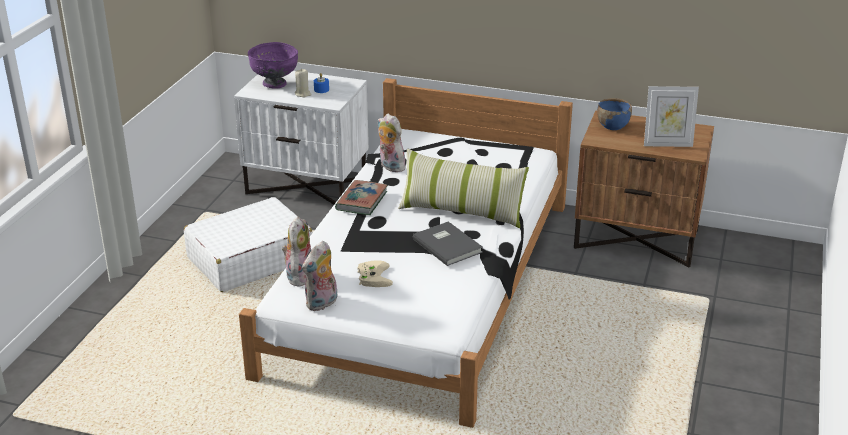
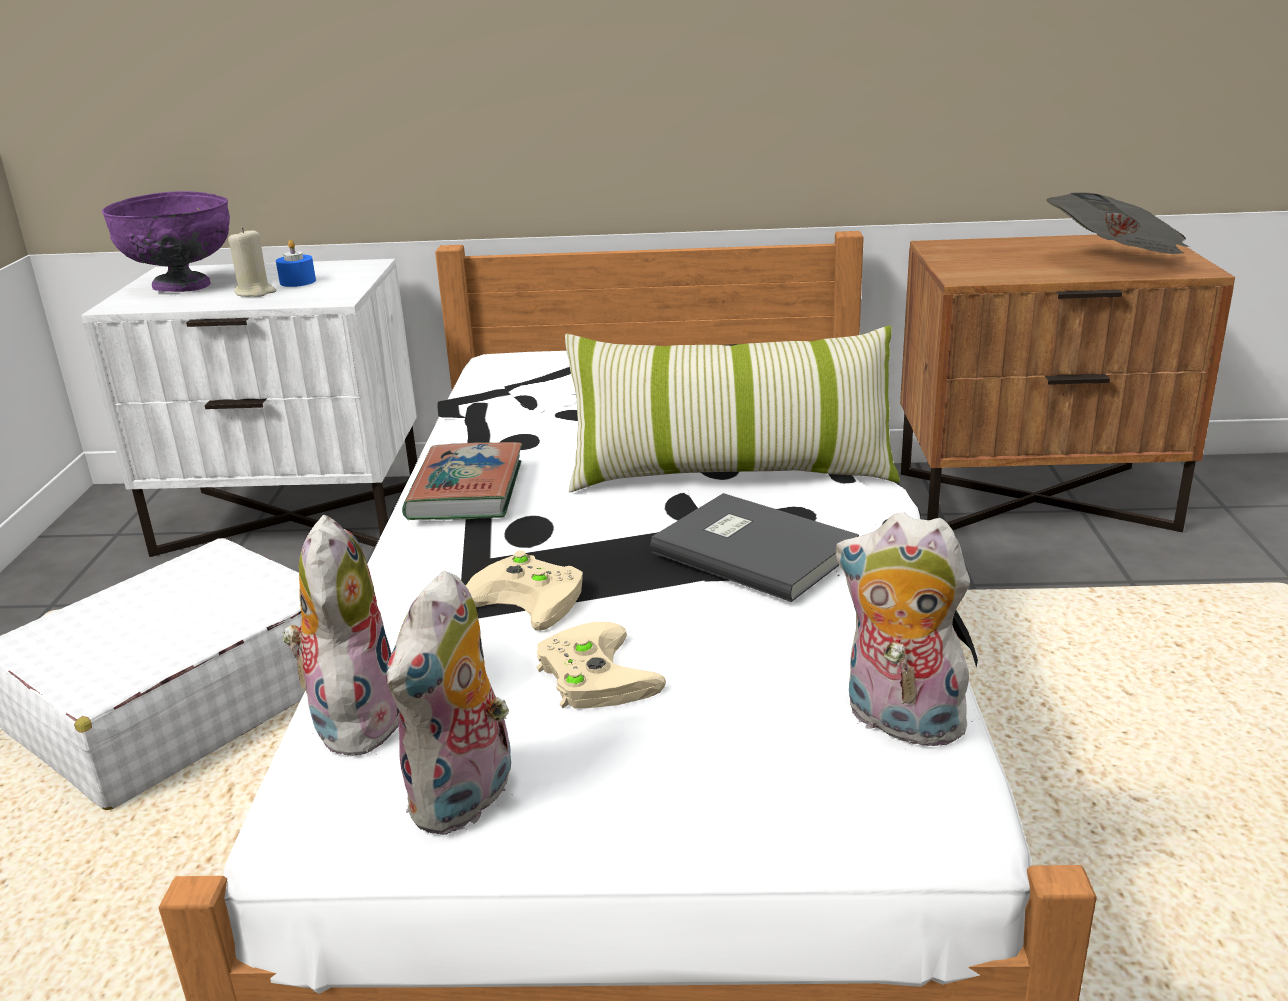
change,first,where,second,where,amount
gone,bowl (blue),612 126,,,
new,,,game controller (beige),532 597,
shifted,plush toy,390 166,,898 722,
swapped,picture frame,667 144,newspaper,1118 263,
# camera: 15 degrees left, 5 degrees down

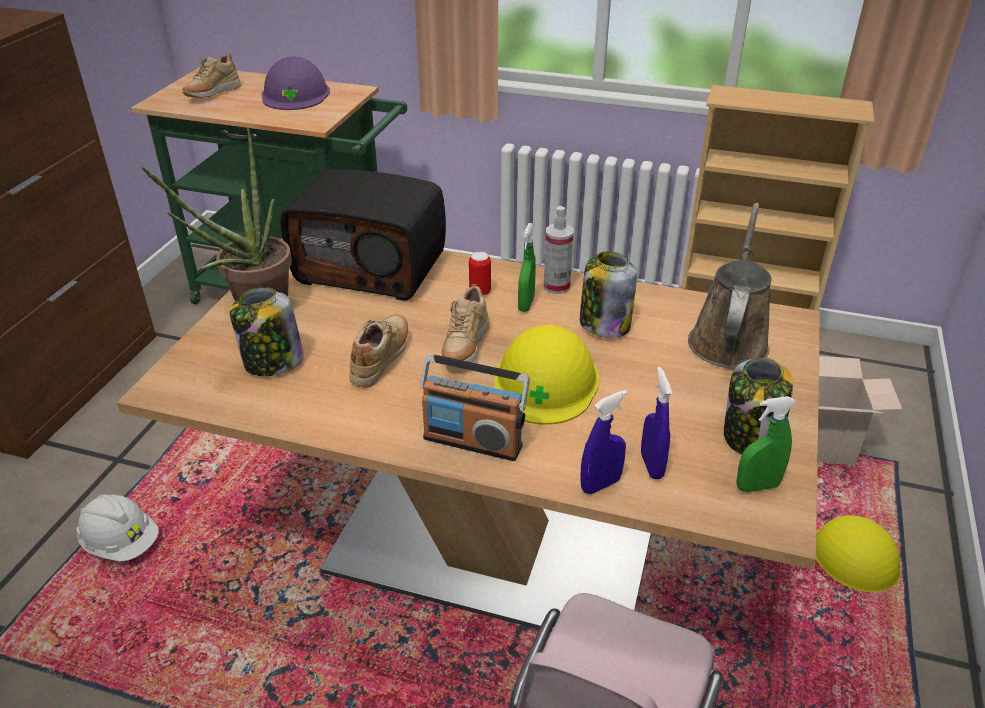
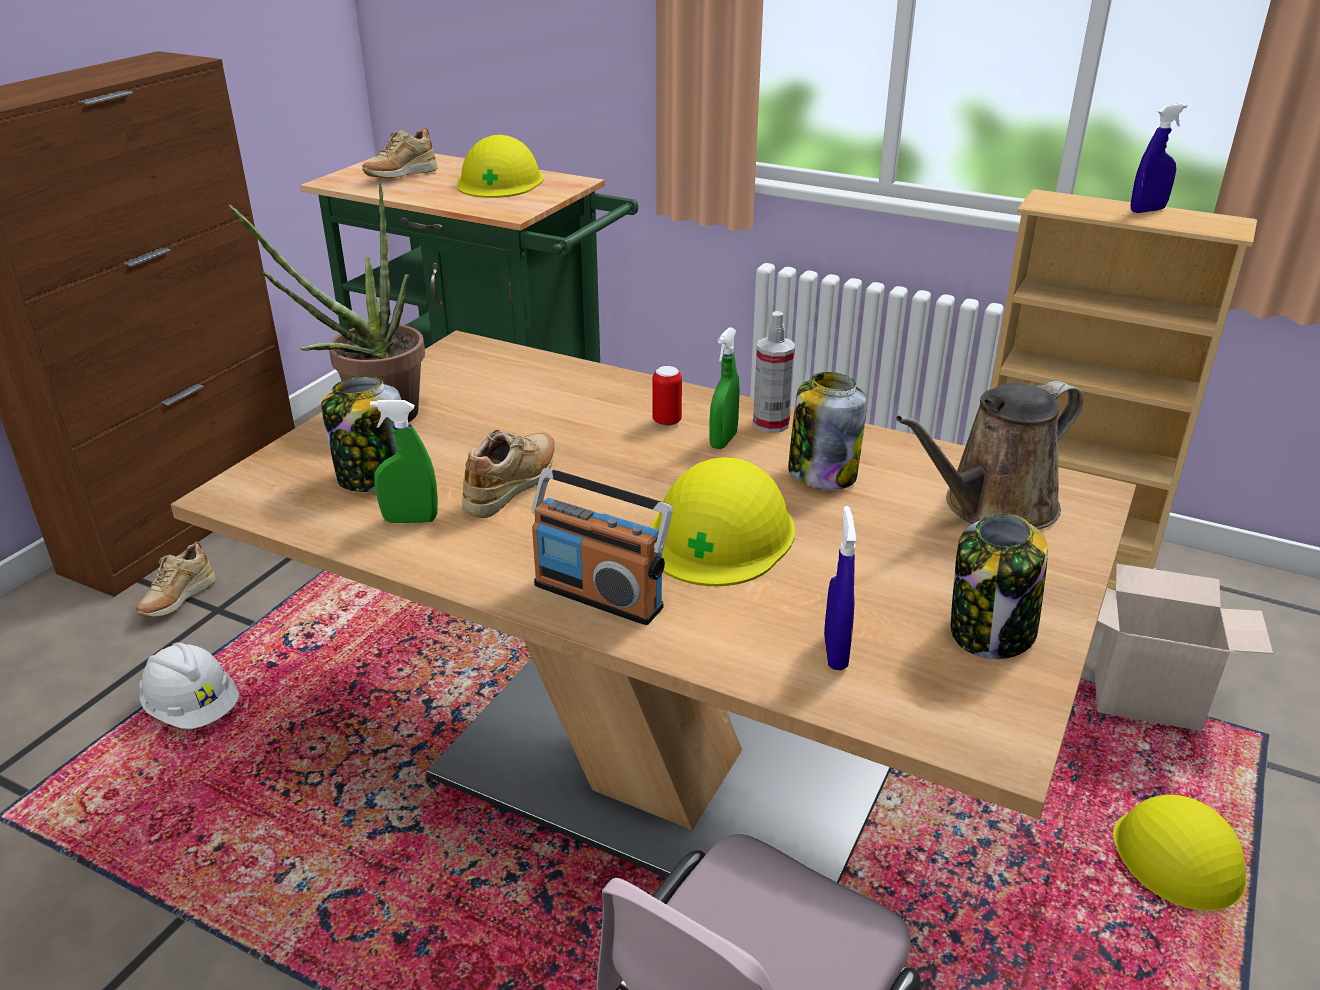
change,first,where,second,where,amount
gone,radio,372 267,,,
shifted,shoe (beige),465 349,,177 601,
shifted,spray bottle (blue),600 484,,1147 210,
shifted,spray bottle (green),757 486,,410 520,
repainted,hard hat (purple),295 94,hard hat (yellow),500 181,
rotated,watering can (brown),729 339,,992 507,150 degrees counterclockwise
# camera: 10 degrees right, 5 degrees down

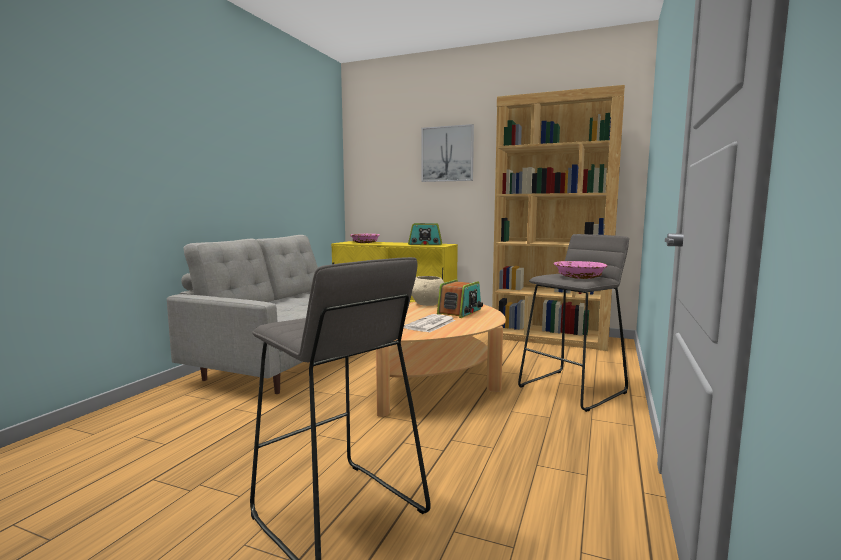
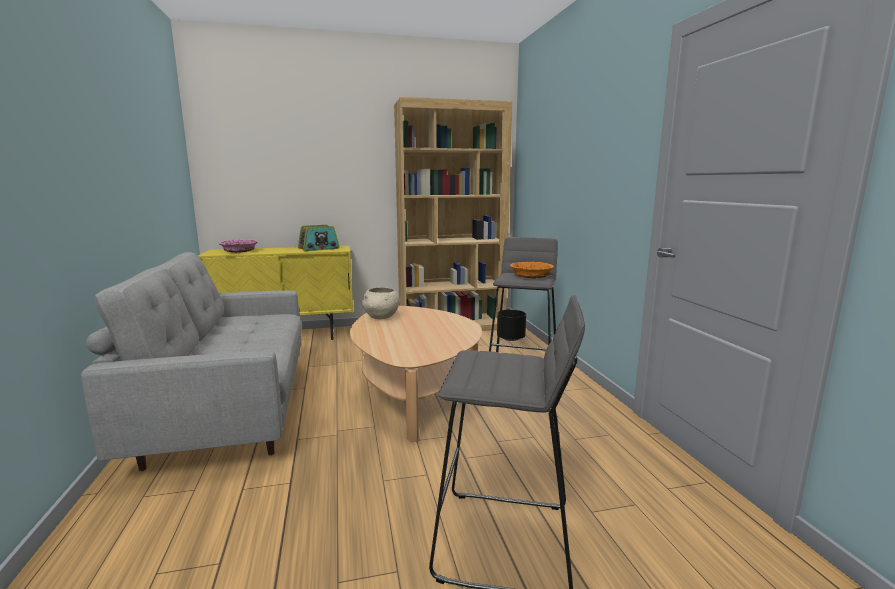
change,first,where,second,where,amount
gone,newspaper,430 324,,,
gone,picture,447 154,,,
gone,radio,460 312,,,
new,,,planter (black),511 339,
repainted,bowl (pink),579 277,bowl (orange),531 276,
# camera: 35 degrees left, 5 degrees up

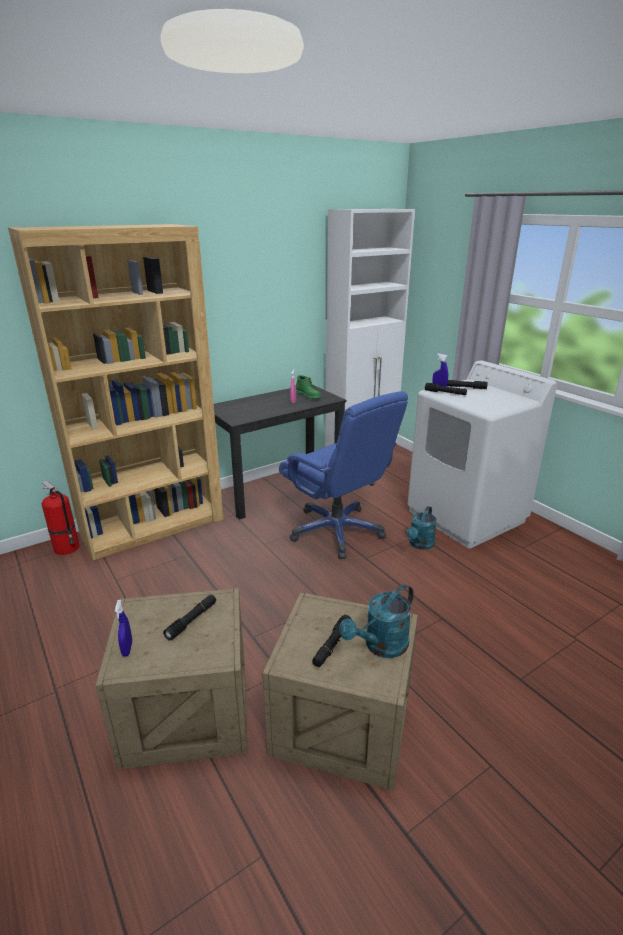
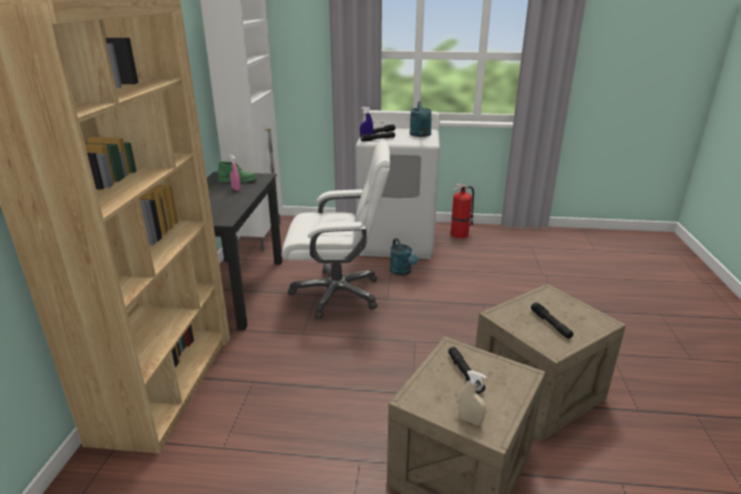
change,first,where,second,where,amount
shifted,fire extinguisher,67 548,,460 234,
shifted,watering can (turquoise),381 646,,421 135,
repainted,spray bottle (blue),127 649,spray bottle (beige),470 420,
repainted,office chair (blue),337 531,office chair (white),338 293,
# camera: 50 degrees left, 0 degrees up

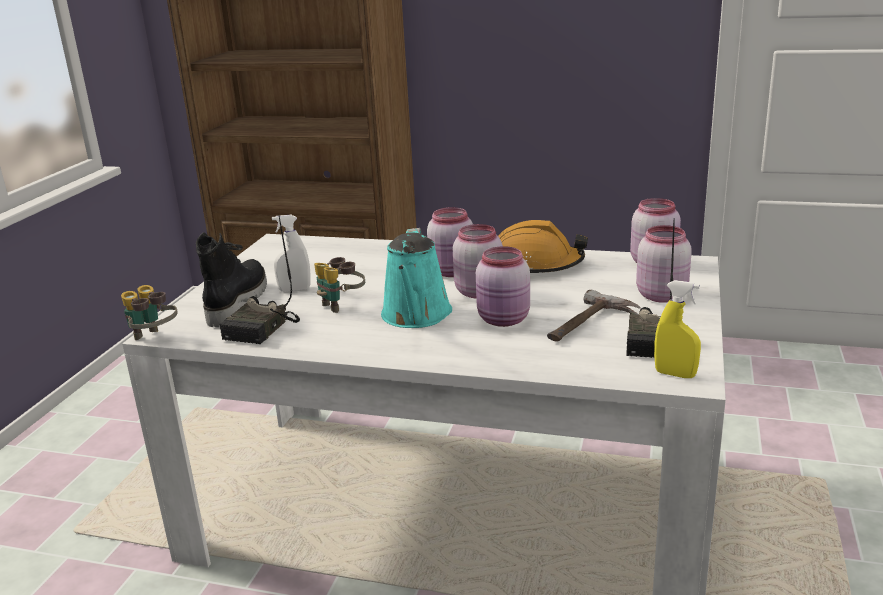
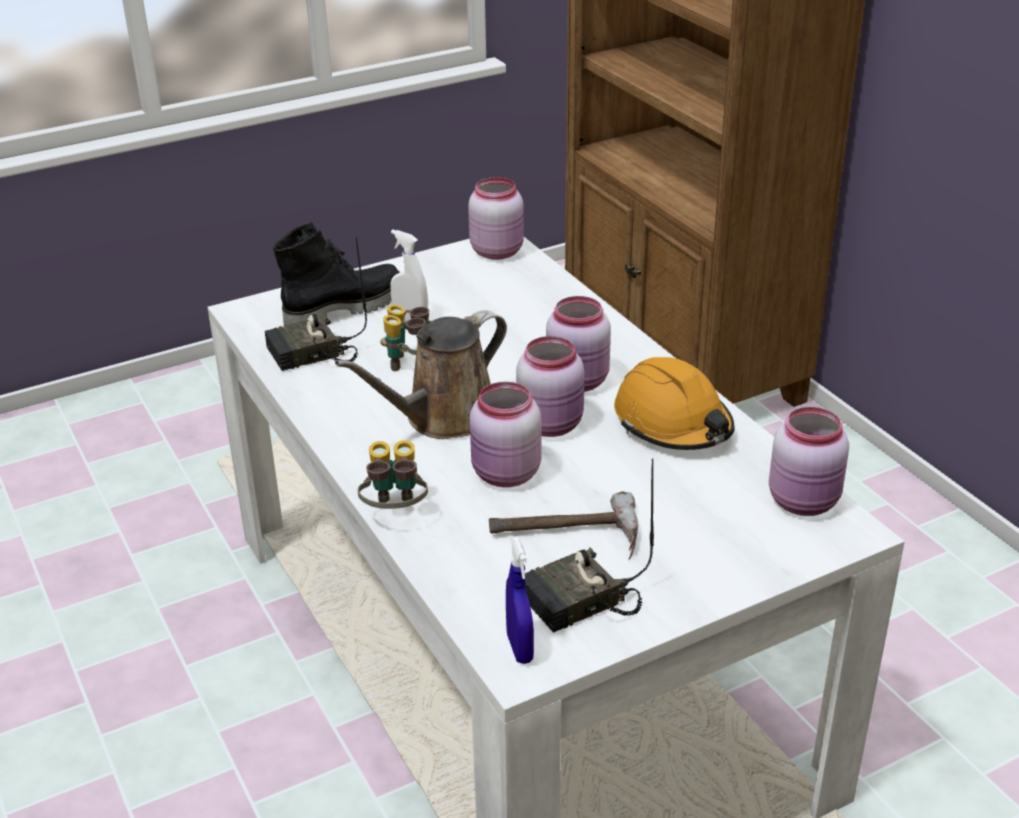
change,first,where,second,where,amount
shifted,binoculars,153 339,,395 512,
shifted,jar (pink),660 295,,497 251,
repainted,watering can (turquoise),416 316,watering can (brown),444 418,
repainted,spray bottle (yellow),675 374,spray bottle (blue),519 648,
# camera: 45 degrees right, 10 degrees up

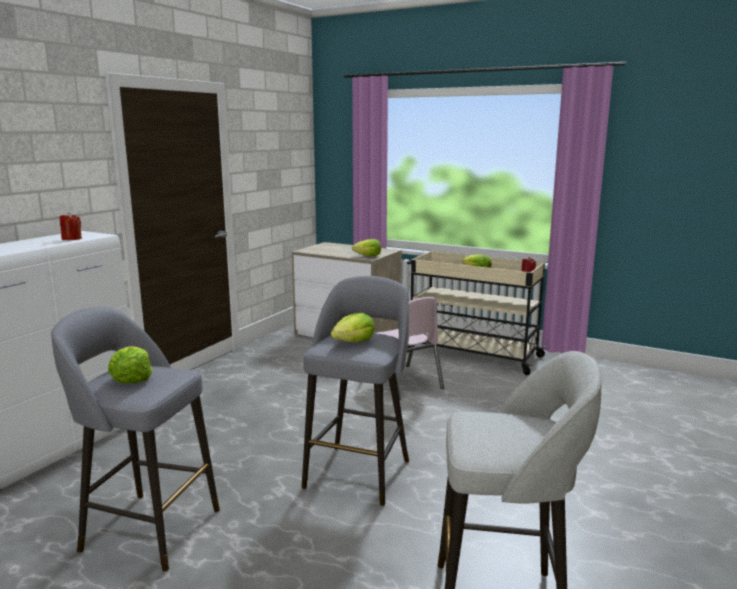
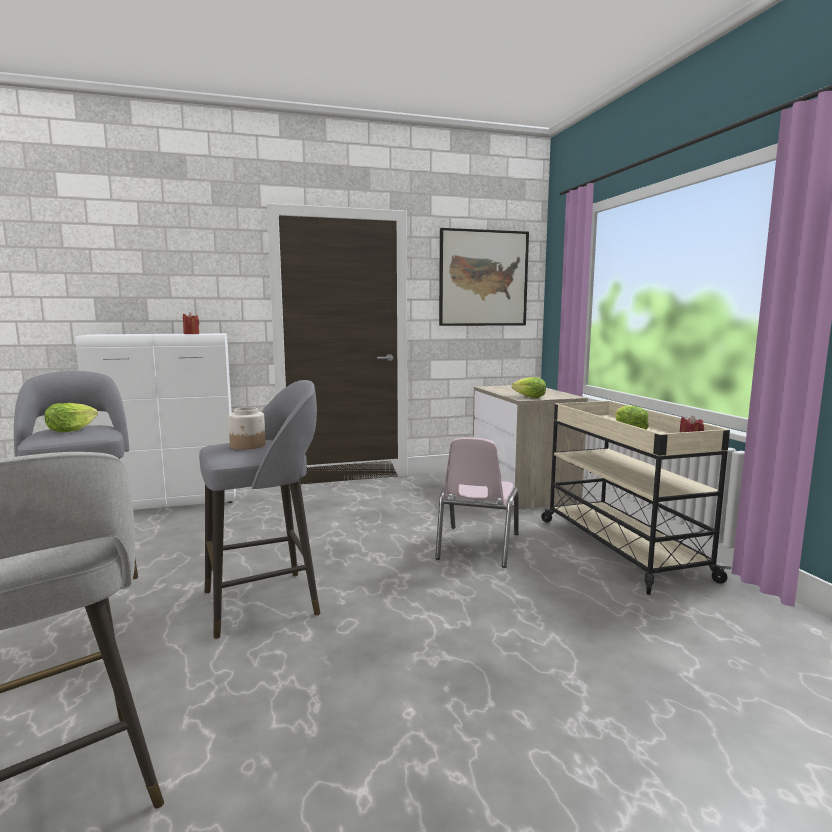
change,first,where,second,where,amount
new,,,picture,483 278,
swapped,lettuce,354 342,jar,248 445,
# camera: 45 degrees right, 5 degrees down

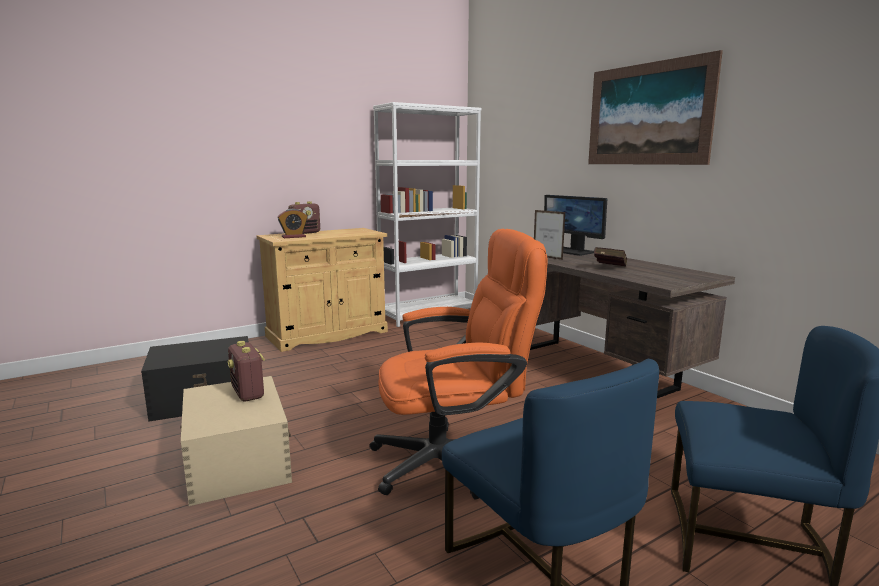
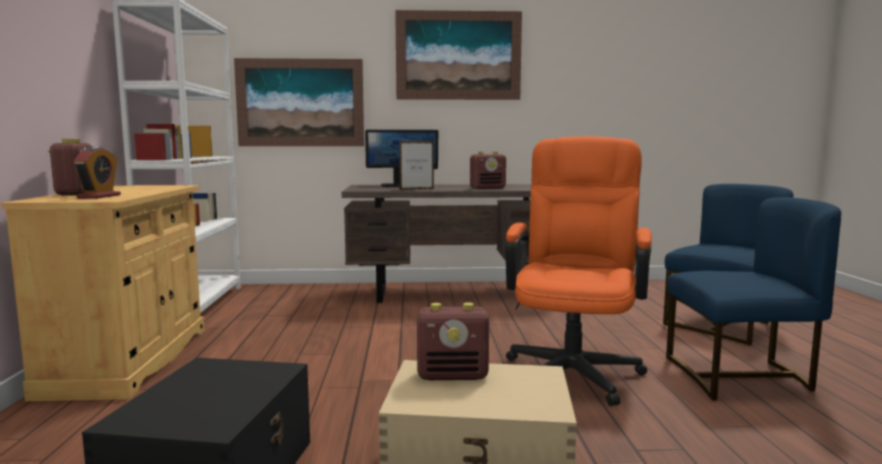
change,first,where,second,where,amount
new,,,picture,300 103,
swapped,book (red),609 268,radio,488 188,
# camera: 60 degrees left, 5 degrees down

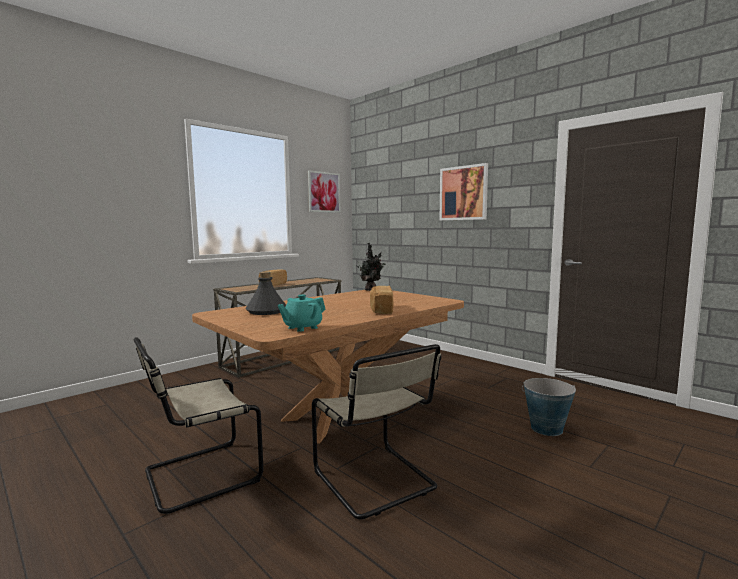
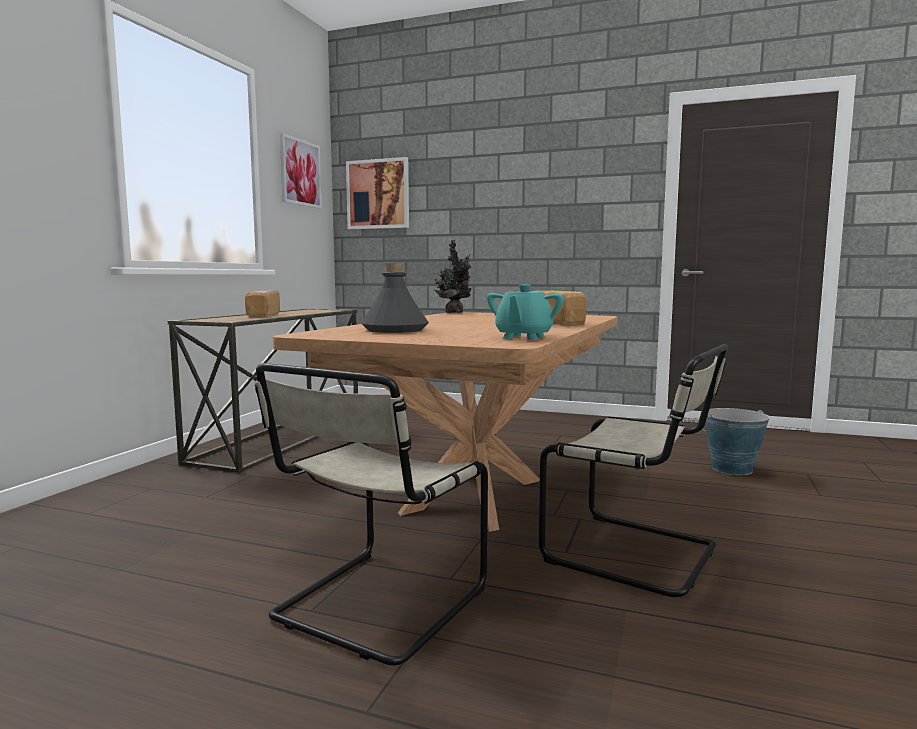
change,first,where,second,where,amount
shifted,picture,463 193,,378 194,
# camera: 25 degrees left, 0 degrees up

